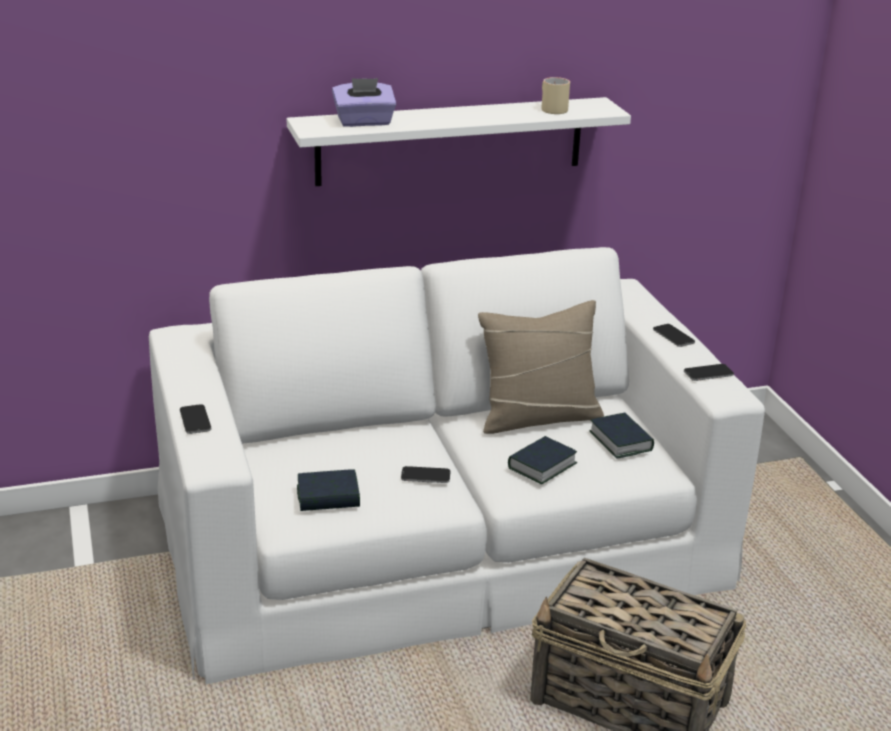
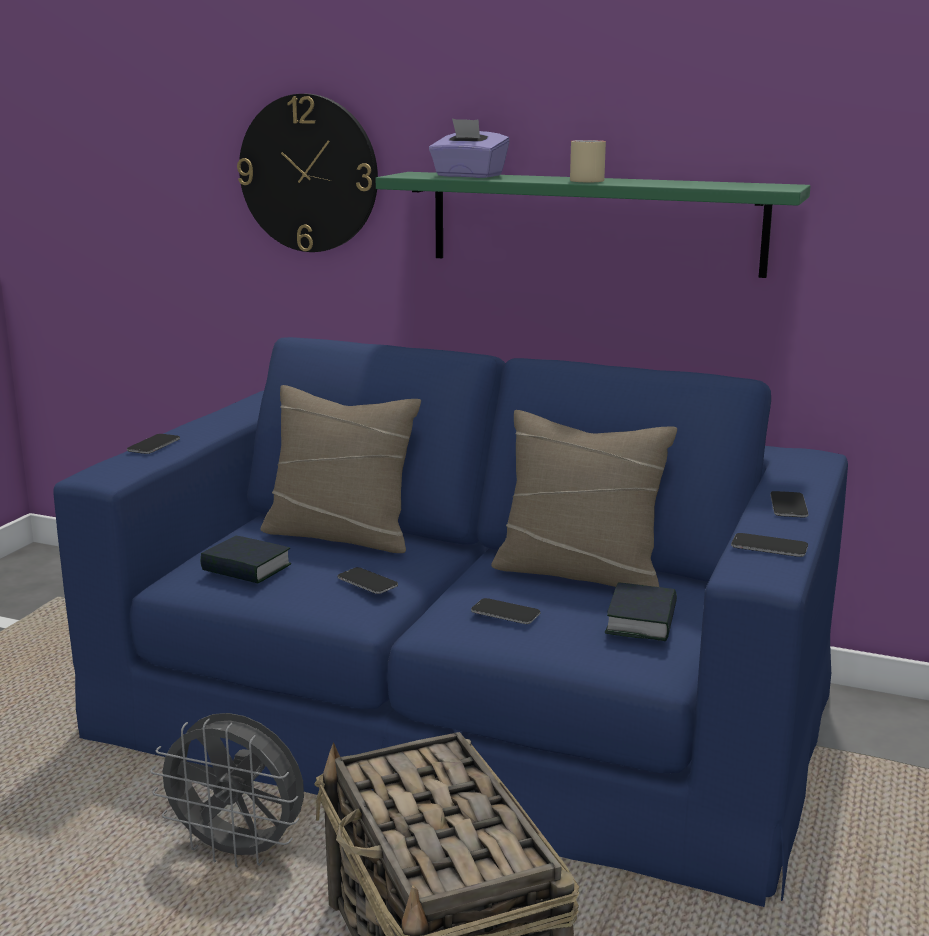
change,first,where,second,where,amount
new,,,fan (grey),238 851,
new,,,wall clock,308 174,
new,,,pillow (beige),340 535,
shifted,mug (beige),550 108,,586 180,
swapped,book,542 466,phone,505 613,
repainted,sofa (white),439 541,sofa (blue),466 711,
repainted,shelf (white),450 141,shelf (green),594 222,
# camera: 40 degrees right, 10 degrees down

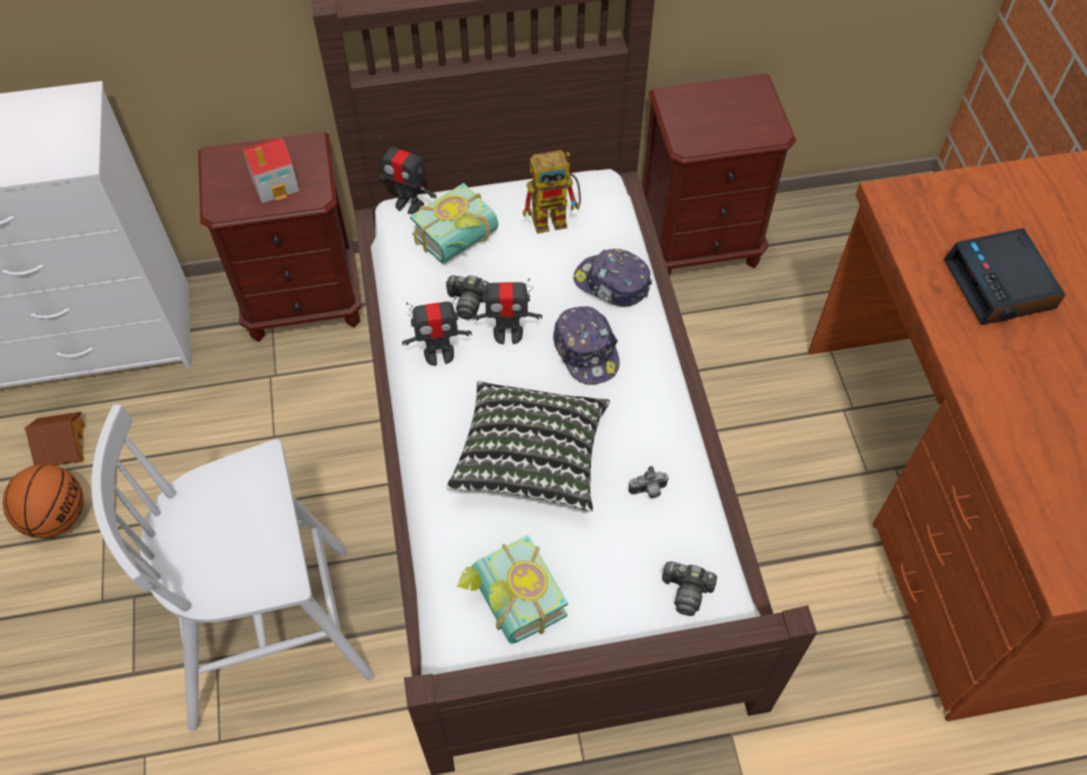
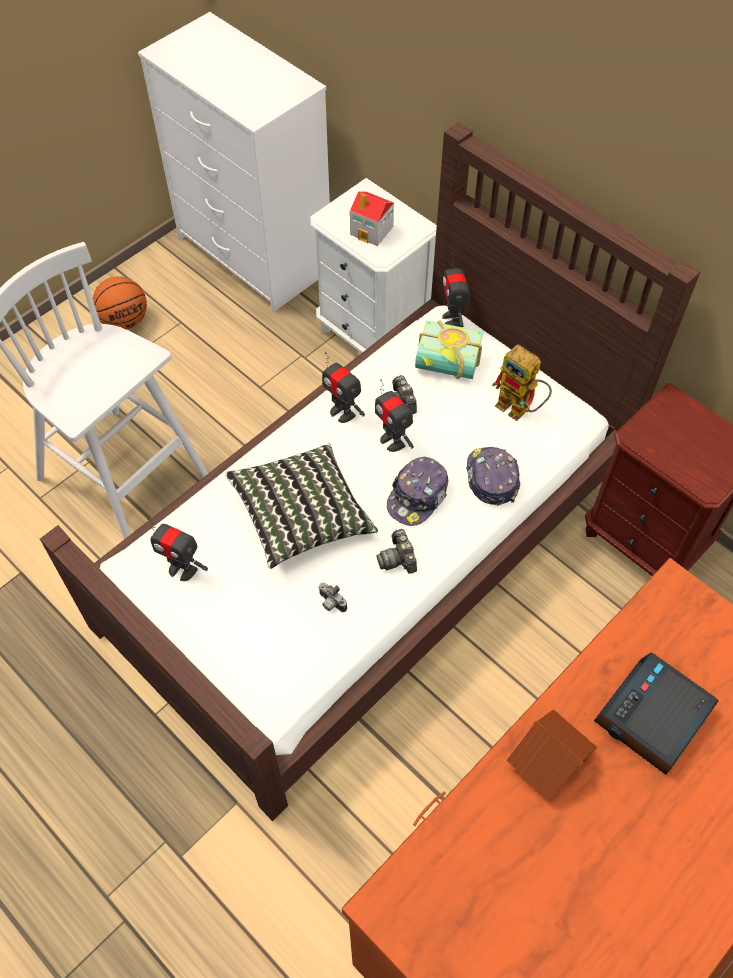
change,first,where,second,where,amount
shifted,toy house,62 445,,548 758,
shifted,photo camera,686 591,,398 558,
swapped,book,510 603,toy robot,182 569,
repainted,nightstand (brown),303 301,nightstand (white),372 334,
# camera: 55 degrees right, 0 degrees up

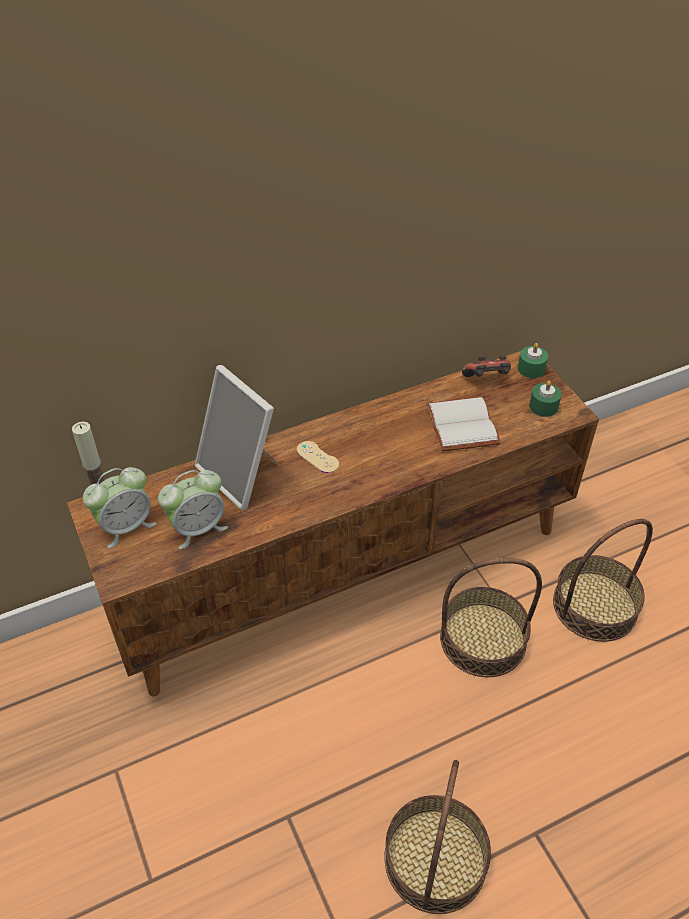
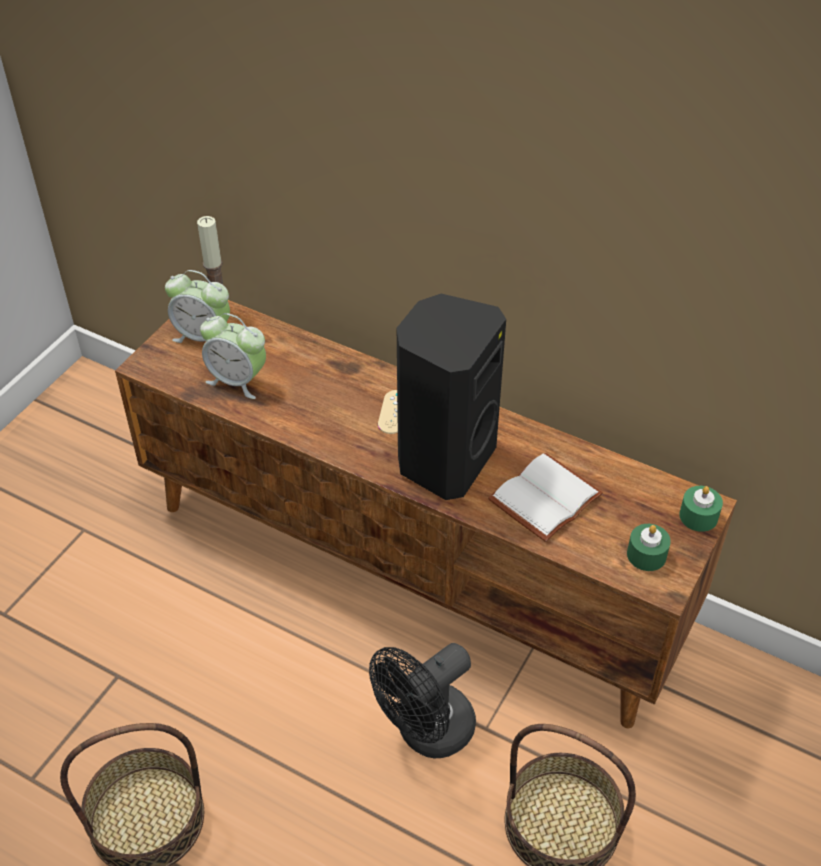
change,first,where,second,where,amount
gone,picture frame,242 475,,,
gone,game controller,486 380,,,
new,,,speaker (black),443 460,
swapped,basket,483 639,fan (black),426 733,
# camera: 55 degrees right, 0 degrees up

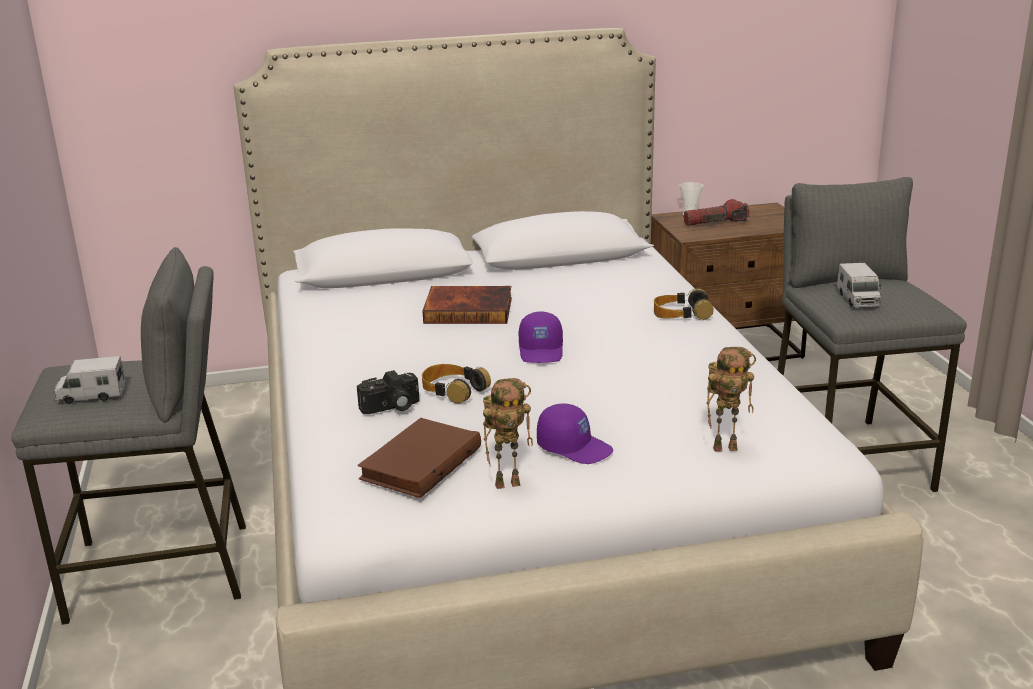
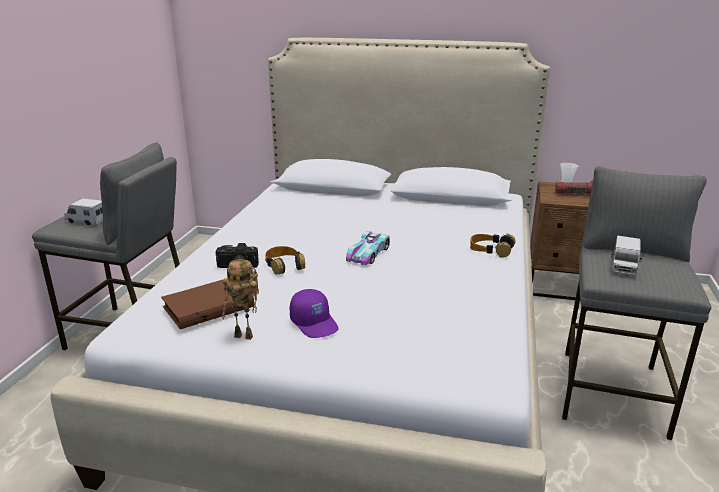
change,first,where,second,where,amount
gone,book,469 309,,,
gone,toy robot,726 447,,,
swapped,cap (purple),542 351,toy car,368 253,
# camera: 25 degrees right, 0 degrees up

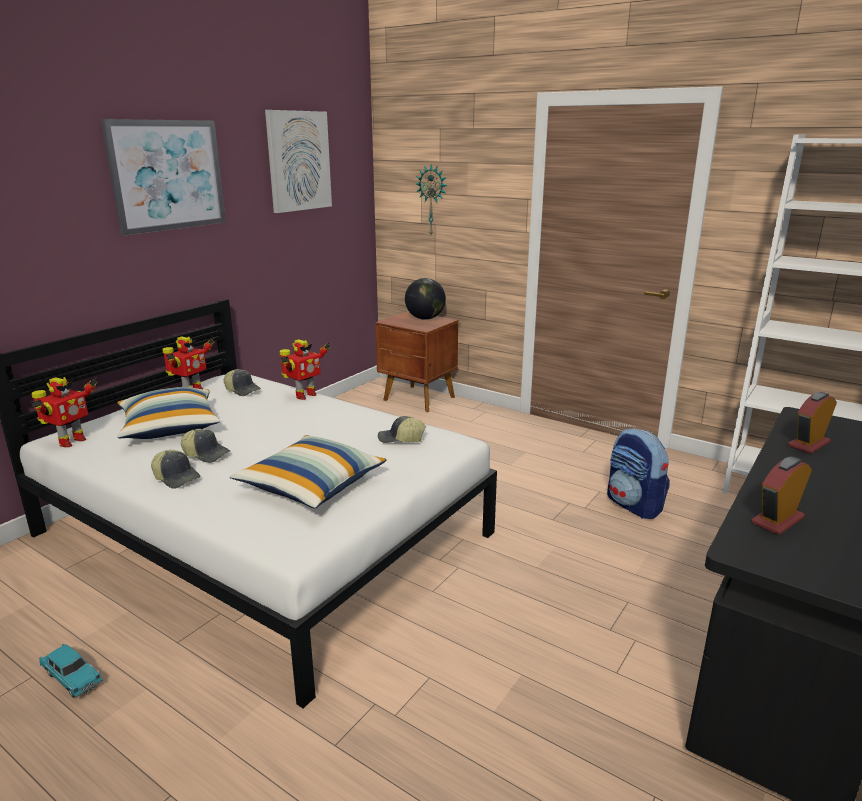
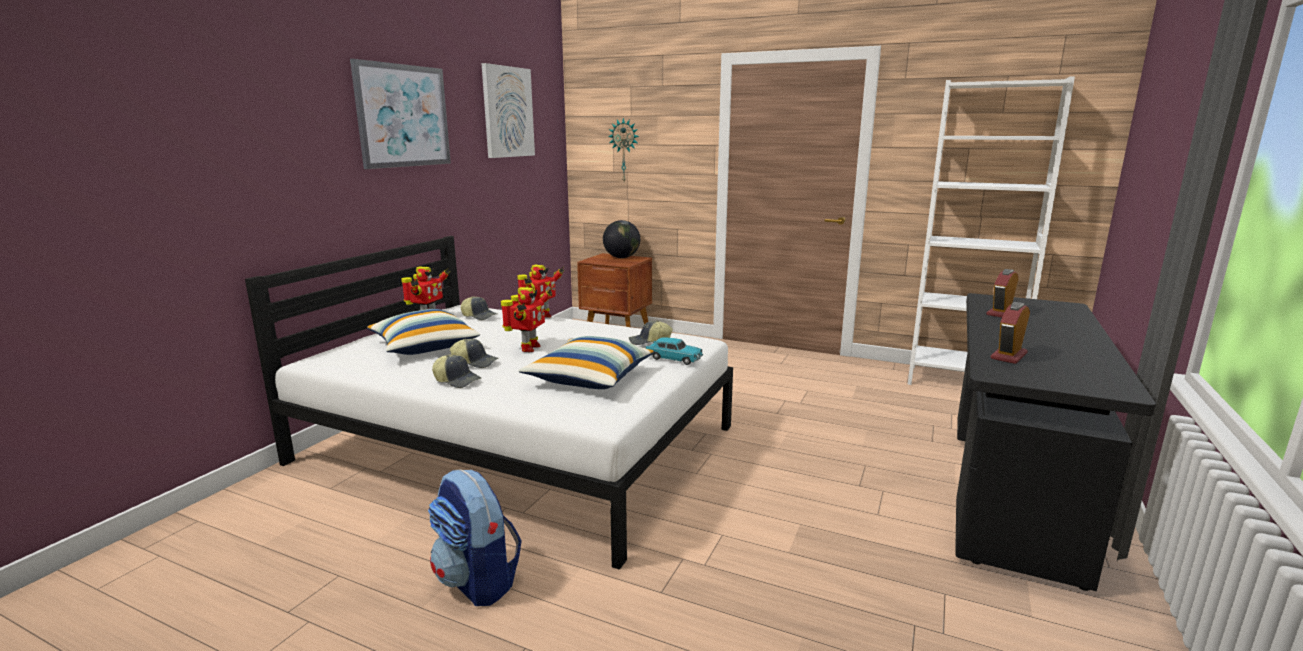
change,first,where,second,where,amount
shifted,toy robot,70 442,,528 348,
shifted,toy car (turquoise),72 678,,673 359,
shifted,backpack,634 505,,478 581,
# camera: 10 degrees left, 5 degrees down

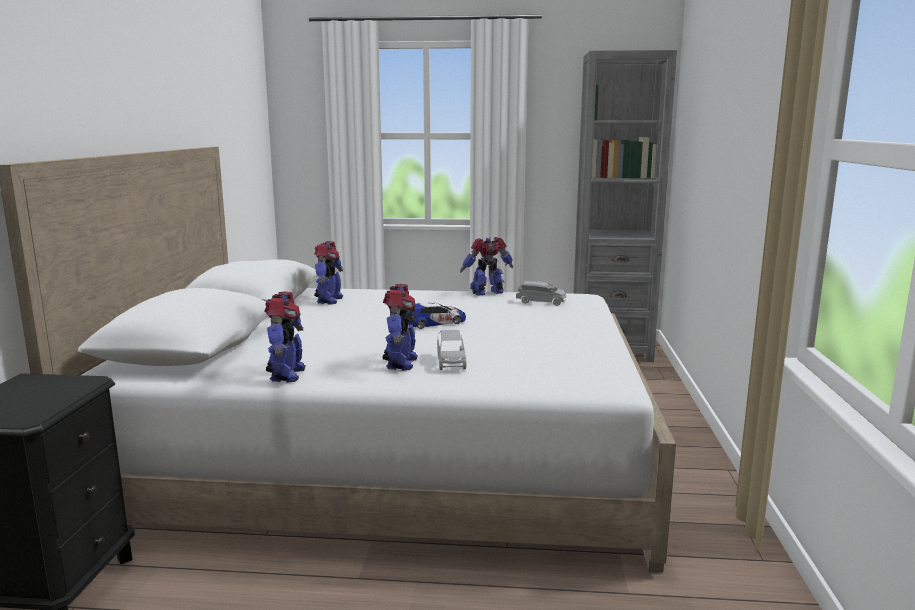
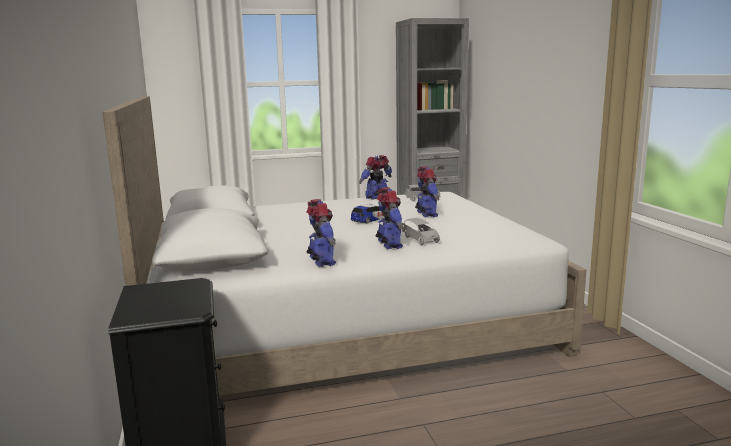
change,first,where,second,where,amount
shifted,toy robot,329 300,,426 214,
# camera: 20 degrees left, 0 degrees up

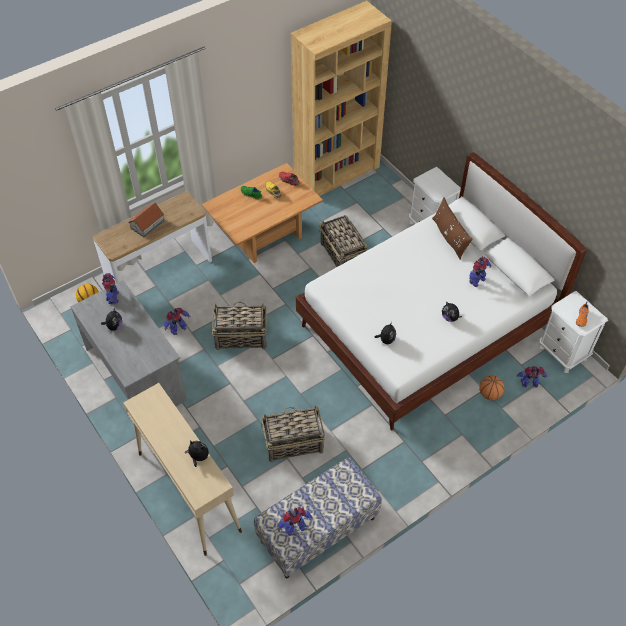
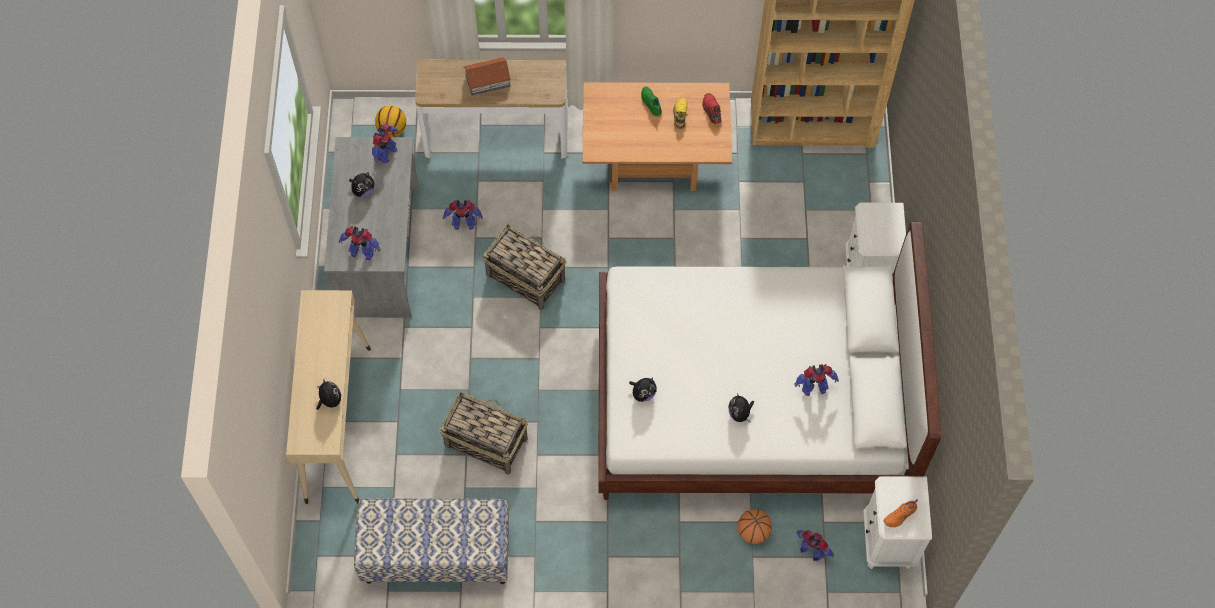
change,first,where,second,where,amount
gone,basket,343 255,,,
gone,pillow (brown),449 237,,,
shifted,toy robot,294 527,,362 251,
# camera: 35 degrees right, 10 degrees up

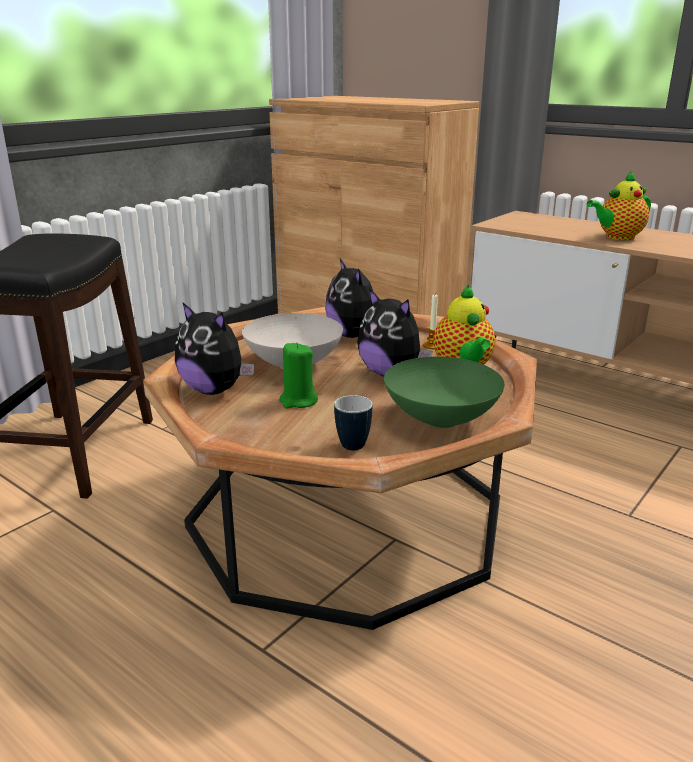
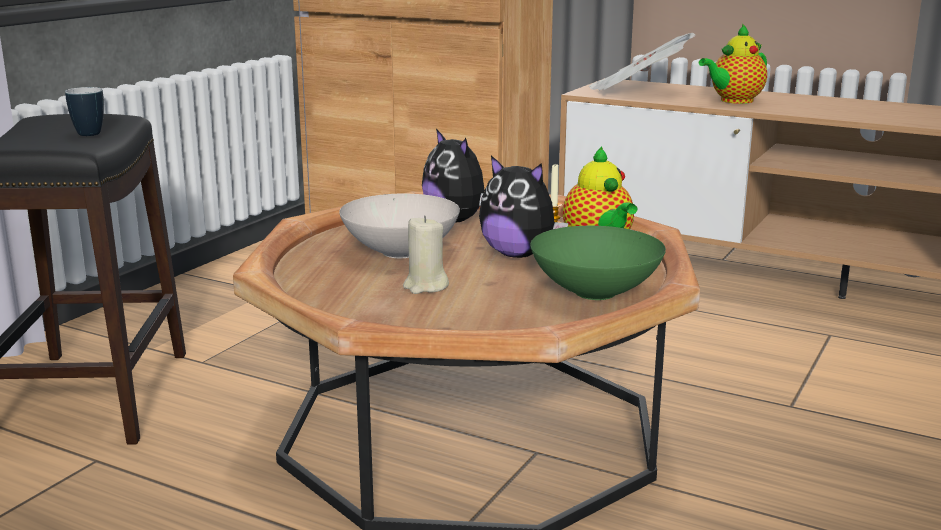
change,first,where,second,where,amount
gone,plush toy,214 390,,,
new,,,newspaper,637 91,
shifted,mug,354 442,,91 132,
repainted,candle (green),298 401,candle (beige),425 286,
# camera: 10 degrees left, 5 degrees down

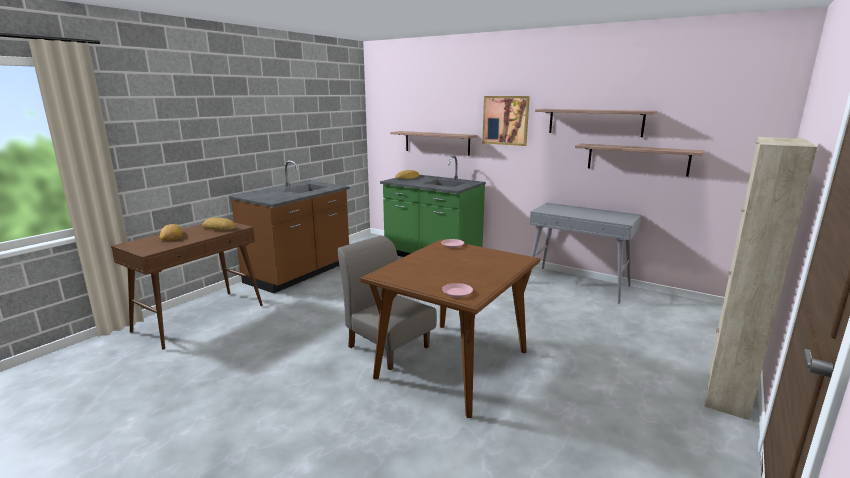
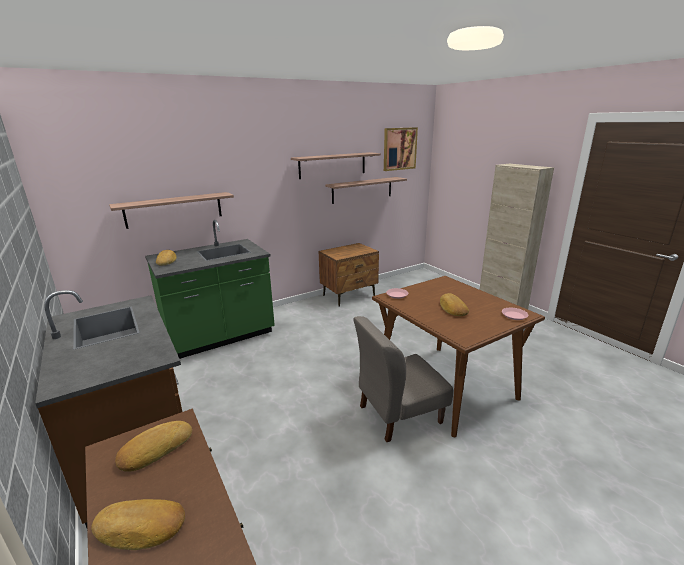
change,first,where,second,where,amount
new,,,bread,452 308,
shifted,picture,505 120,,399 149,
swapped,console table (grey),578 284,nightstand (brown),349 296,
# camera: 65 degrees left, 5 degrees up

